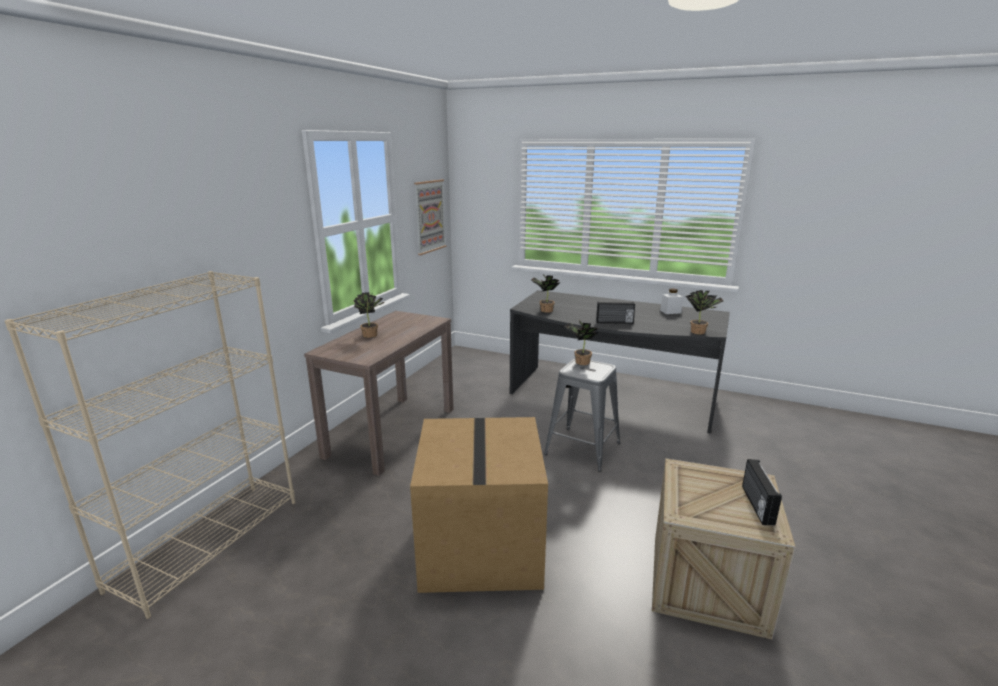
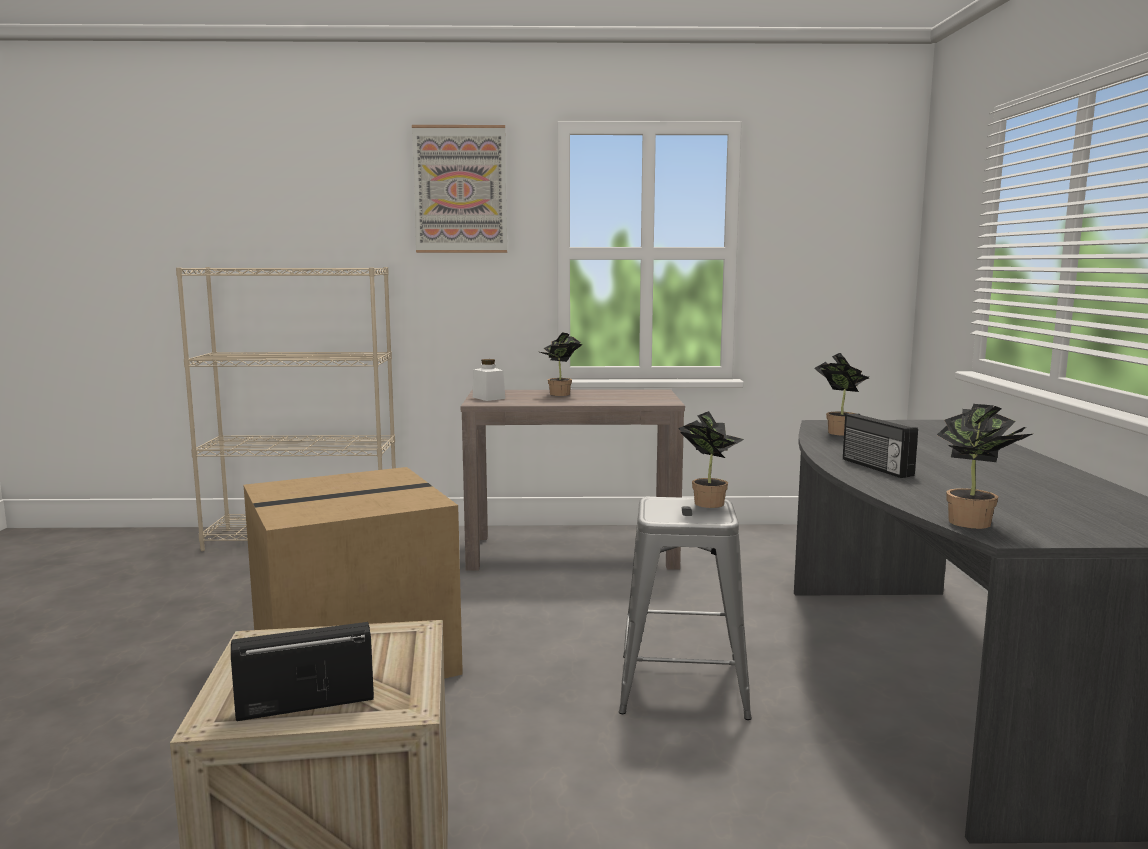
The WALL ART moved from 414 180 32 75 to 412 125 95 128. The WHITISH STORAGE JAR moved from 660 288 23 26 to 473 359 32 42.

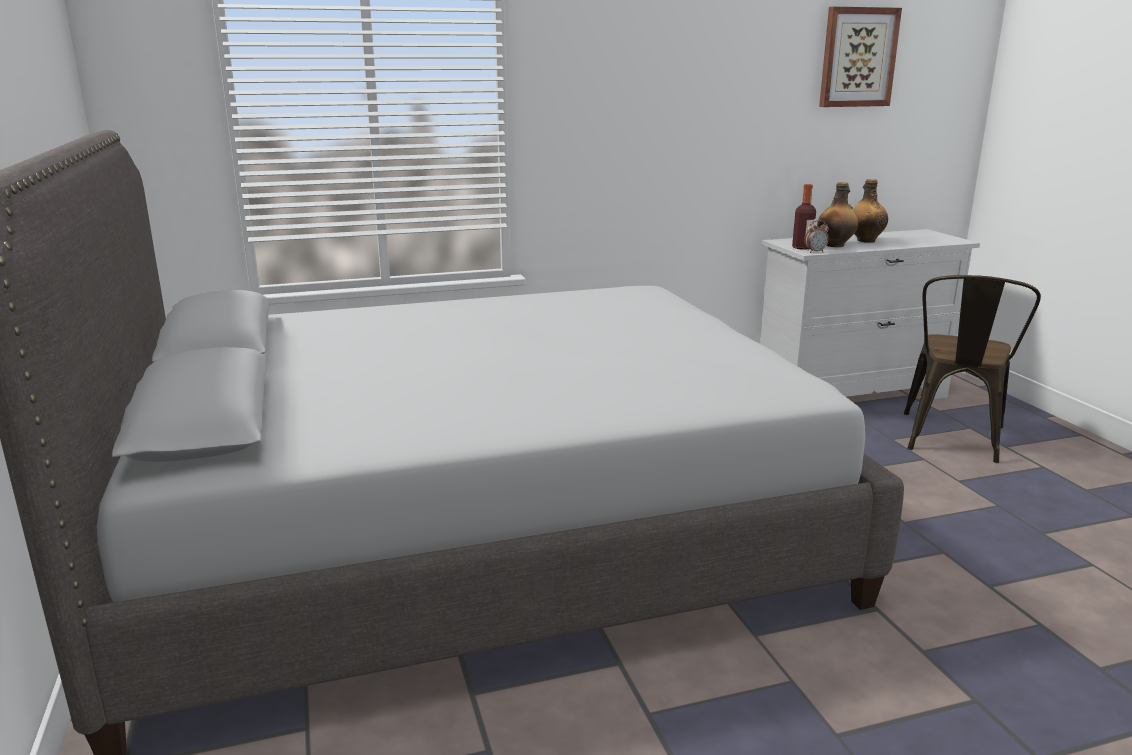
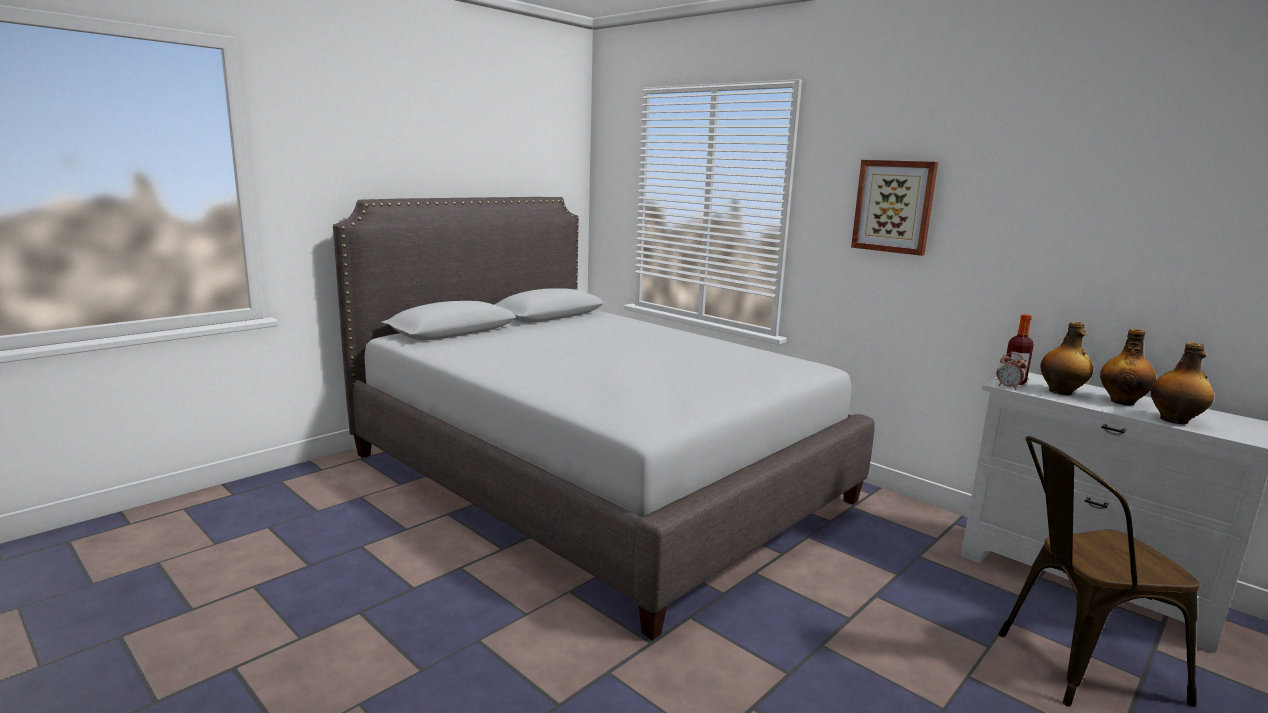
The WALL ART moved from 819 7 83 100 to 851 160 87 96. The BOTTLE at 1151 342 63 82 appeared.

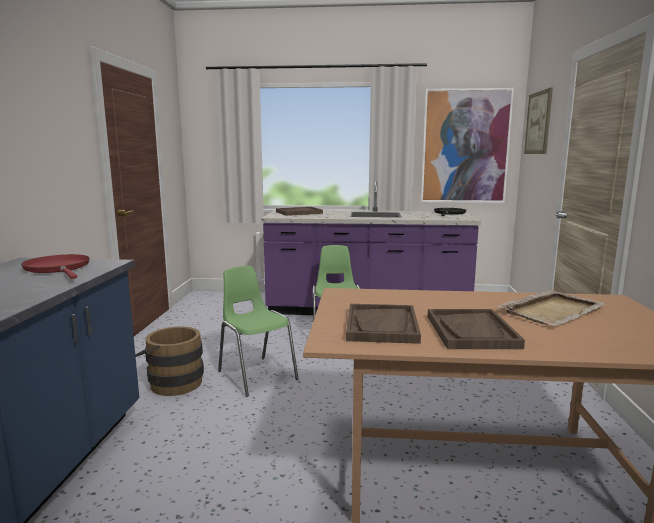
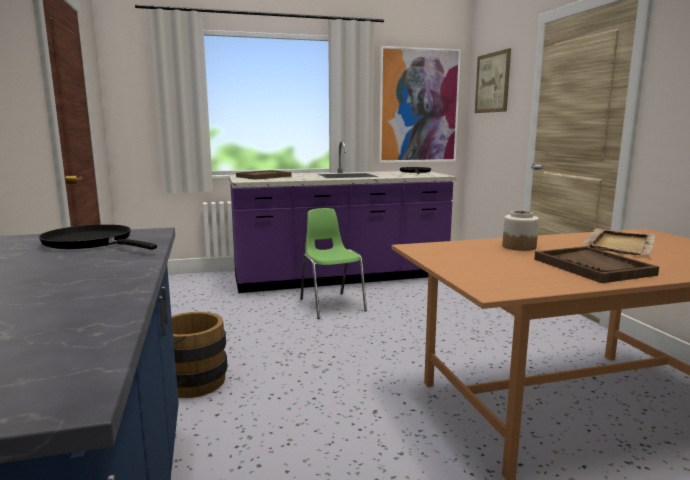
The REDDISH PAN at 21 254 69 25 became the BLACKISH PAN at 39 224 118 26. The GREEN-COLOURED PLAIN CHAIR at 218 266 81 131 disappeared. The BROWN SERVING TRAY at 346 304 75 40 disappeared. The STORAGE JAR at 502 211 37 40 appeared.

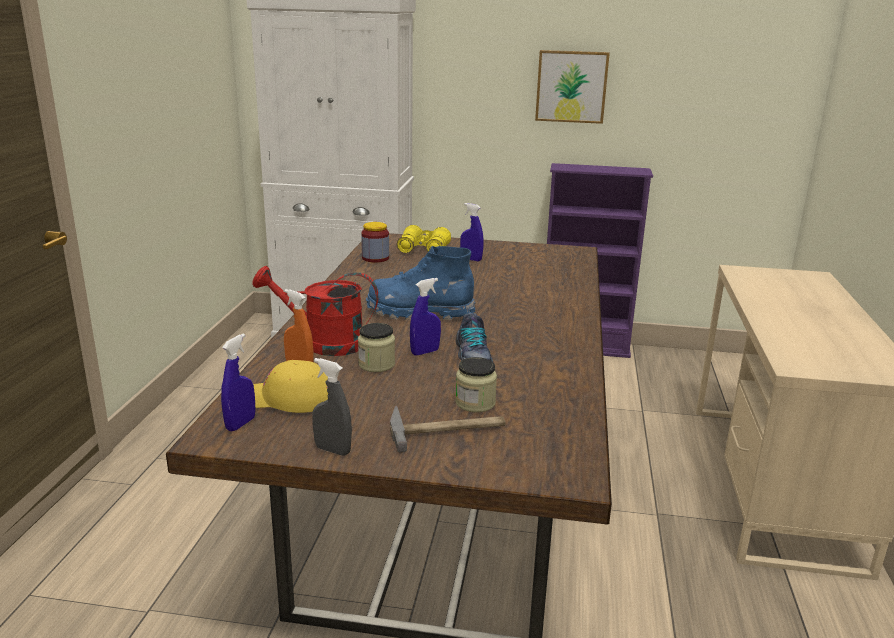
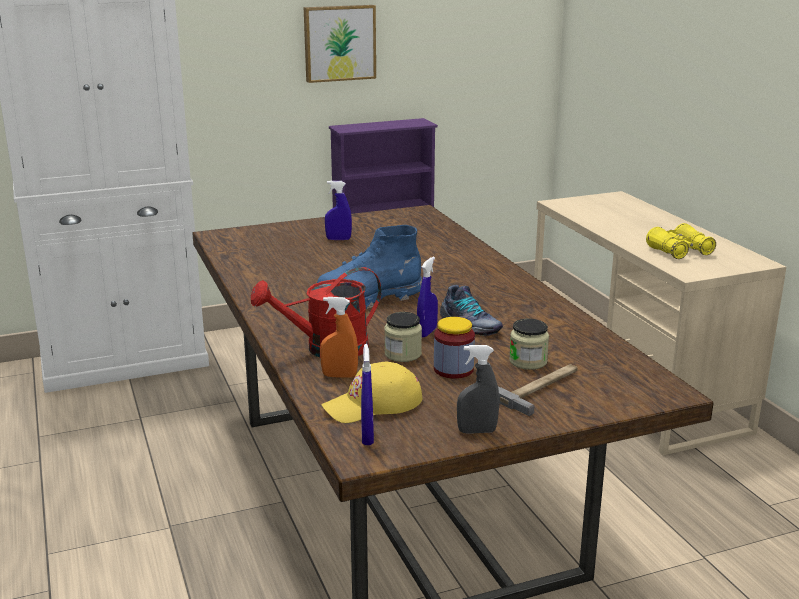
The STORAGE JAR moved from 361 222 28 41 to 434 317 41 62. The YELLOWISH PAIR OF BINOCULARS moved from 397 225 54 28 to 646 223 70 36.

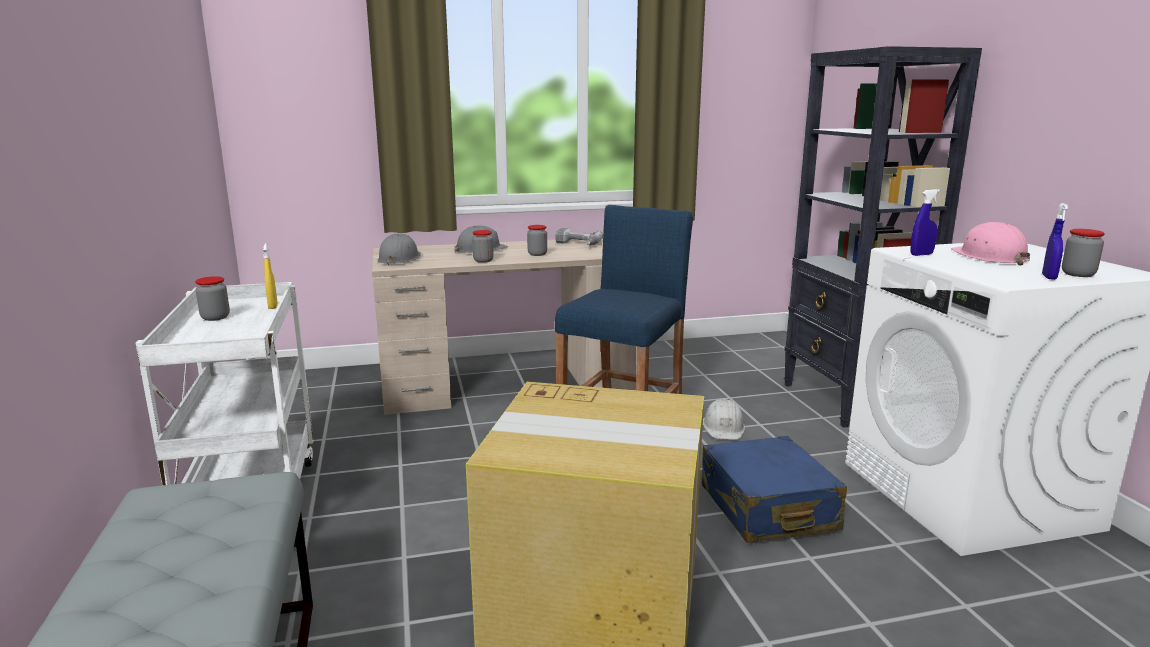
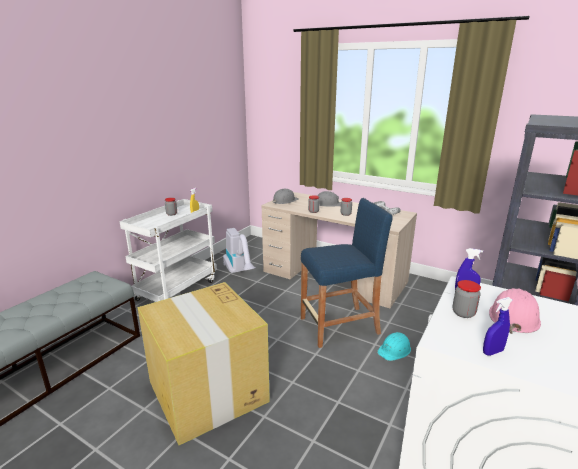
The BLUE TRAVEL CASE at 702 436 145 107 disappeared. The WHITISH WORK HELMET at 703 399 42 41 became the TURQUOISE-COLOURED WORK HELMET at 377 332 34 29. The STORAGE JAR moved from 1062 229 43 48 to 452 280 29 38. The VACUUM at 223 228 33 46 appeared.

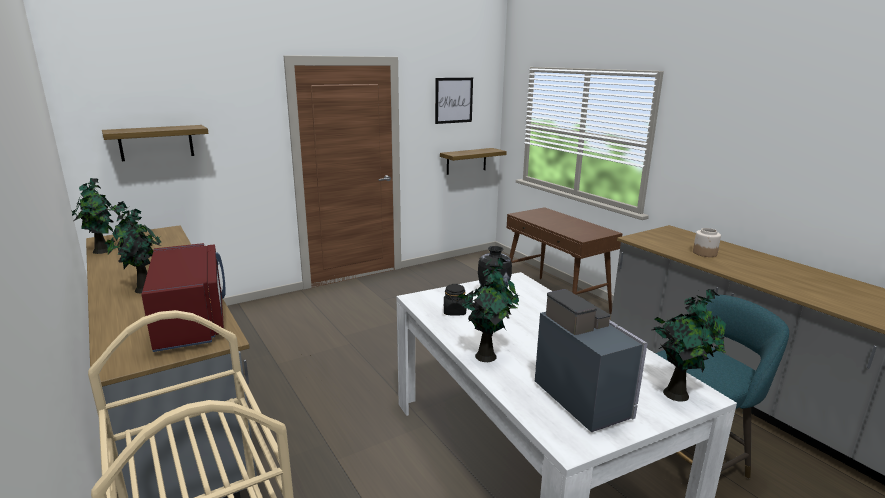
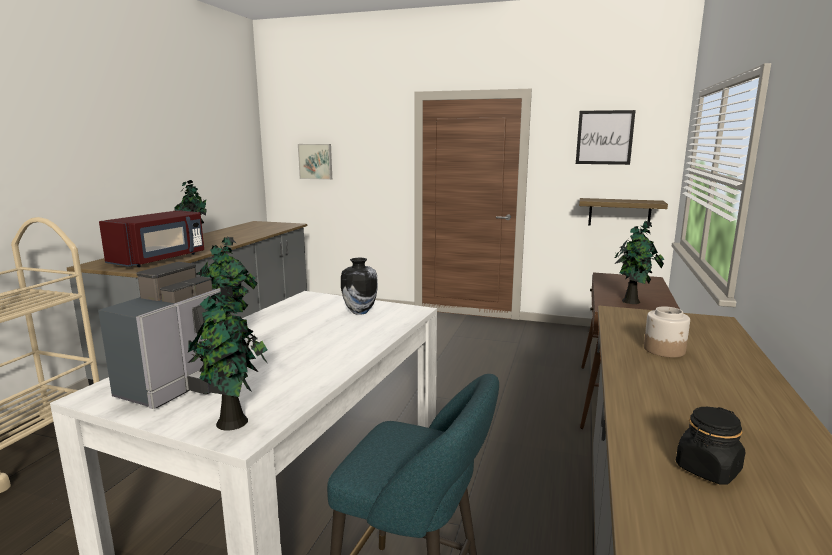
The HOUSEPLANT moved from 71 178 49 76 to 615 220 50 84. The BRACKET SHELF at 102 125 107 36 was replaced by the WALL ART at 298 144 34 36. The BLACKISH STORAGE JAR moved from 444 284 22 32 to 676 407 69 78.

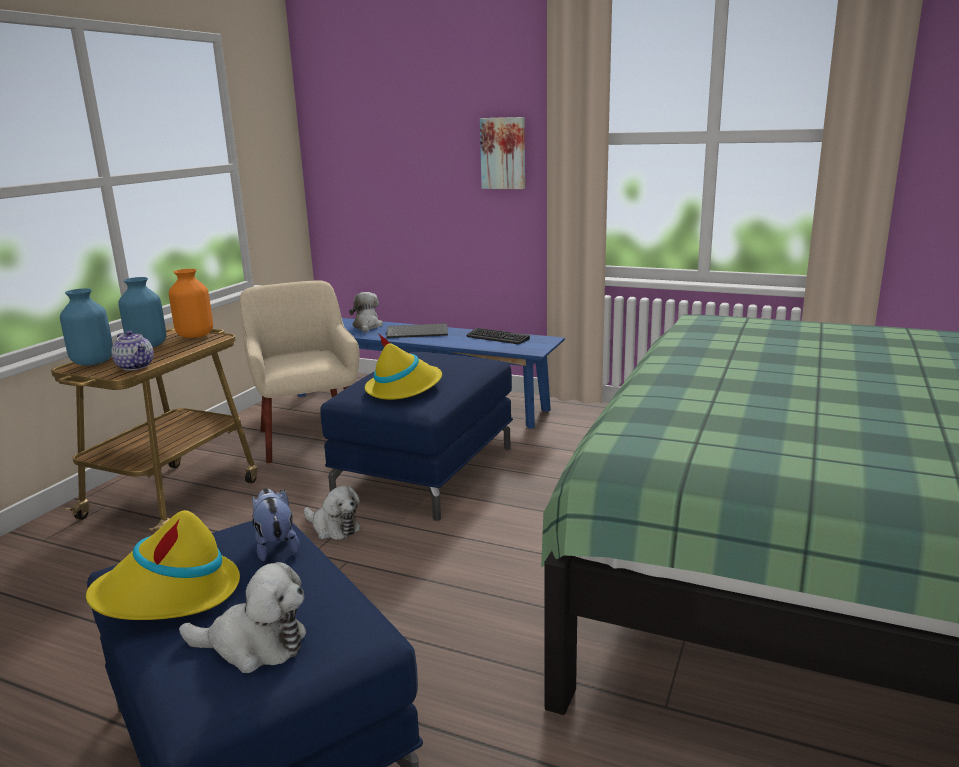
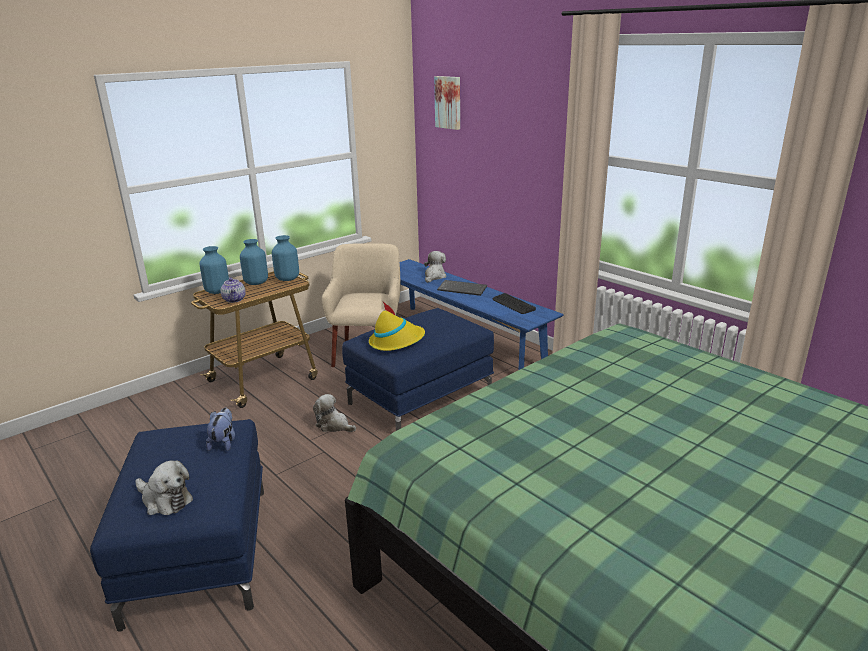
The YELLOWISH WEARABLE HAT at 86 510 154 110 disappeared. The ORANGEY DECORATIVE VASE at 169 269 44 69 became the BLUE DECORATIVE VASE at 272 235 27 46. The CUDDLY TOY at 304 486 57 54 turned 150 degrees clockwise. The WALL ART moved from 480 117 45 72 to 434 76 26 54.

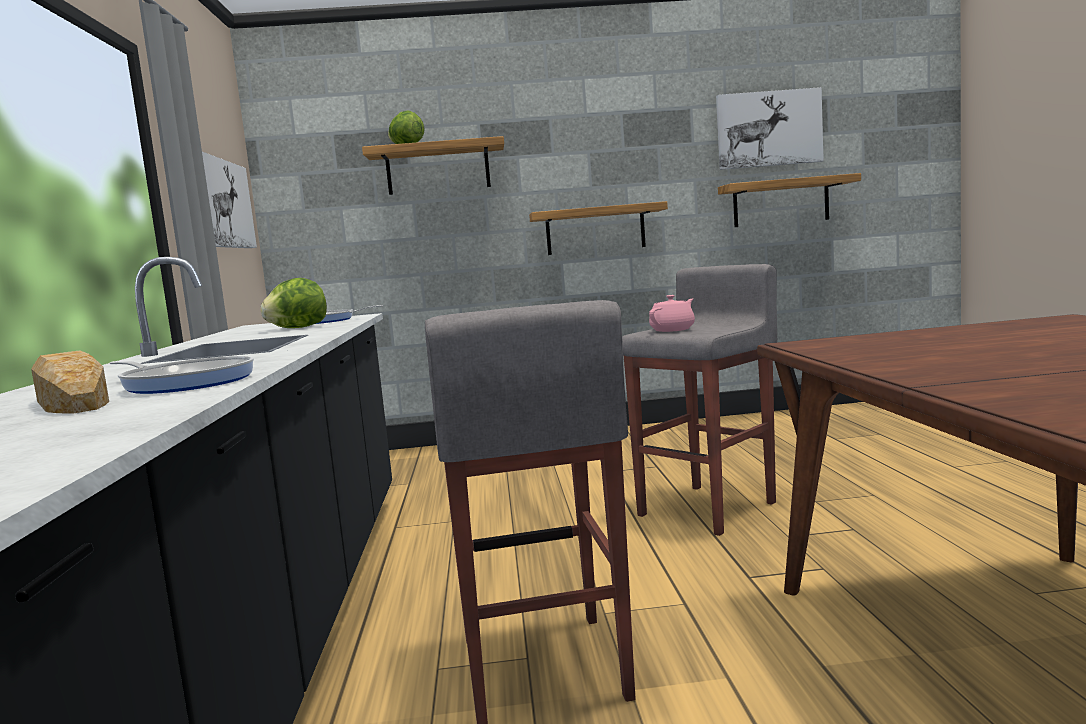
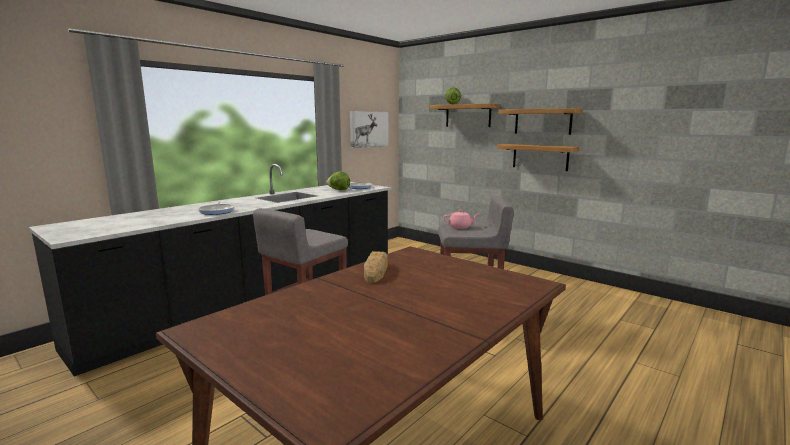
The BREAD moved from 31 350 78 63 to 364 251 24 32. The WALL ART at 716 87 108 83 disappeared. The BRACKET SHELF moved from 718 173 143 54 to 498 108 85 27.

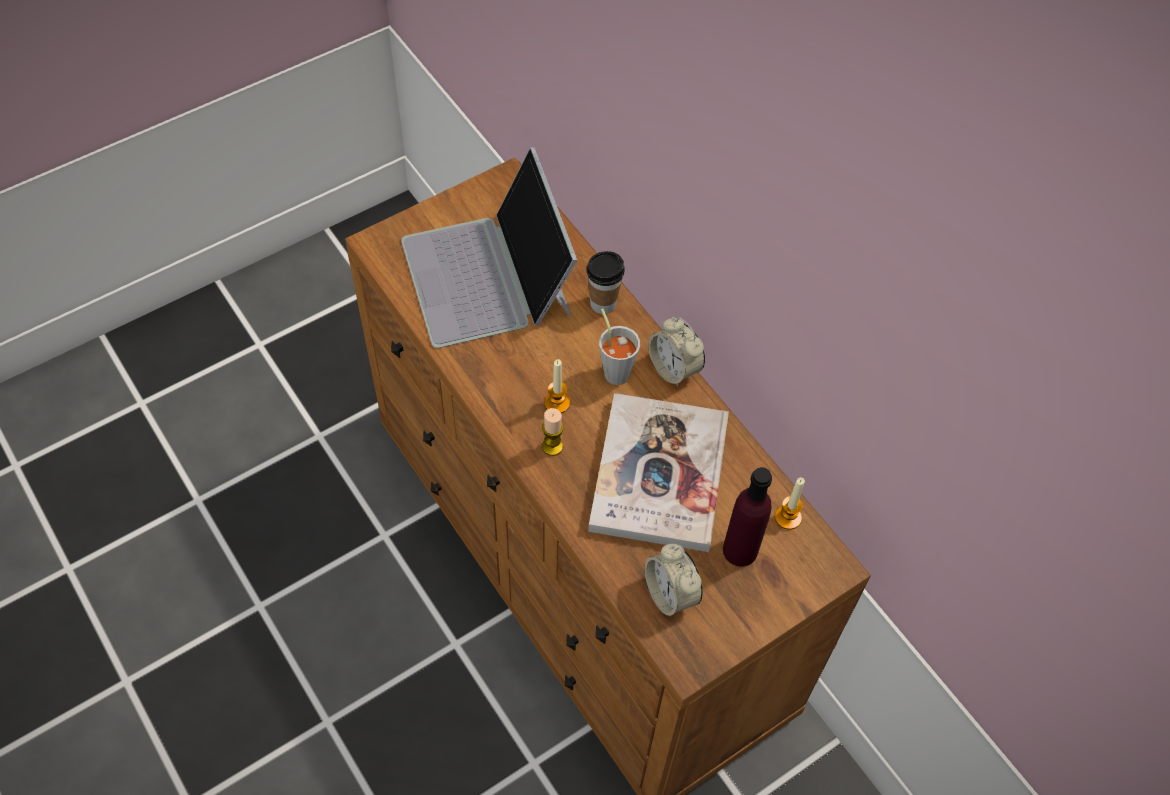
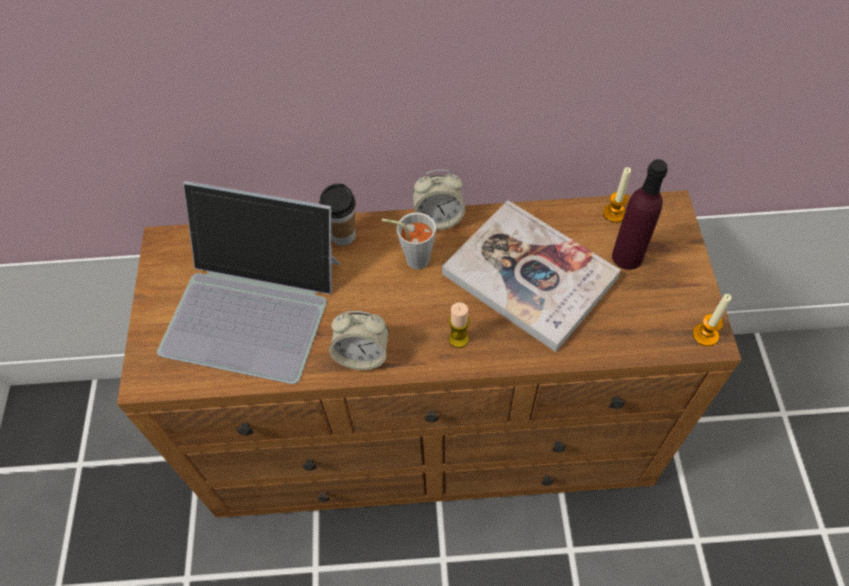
The WAX LIGHT moved from 544 359 26 54 to 693 294 39 52. The BEDSIDE CLOCK moved from 645 544 58 73 to 329 311 60 59.

